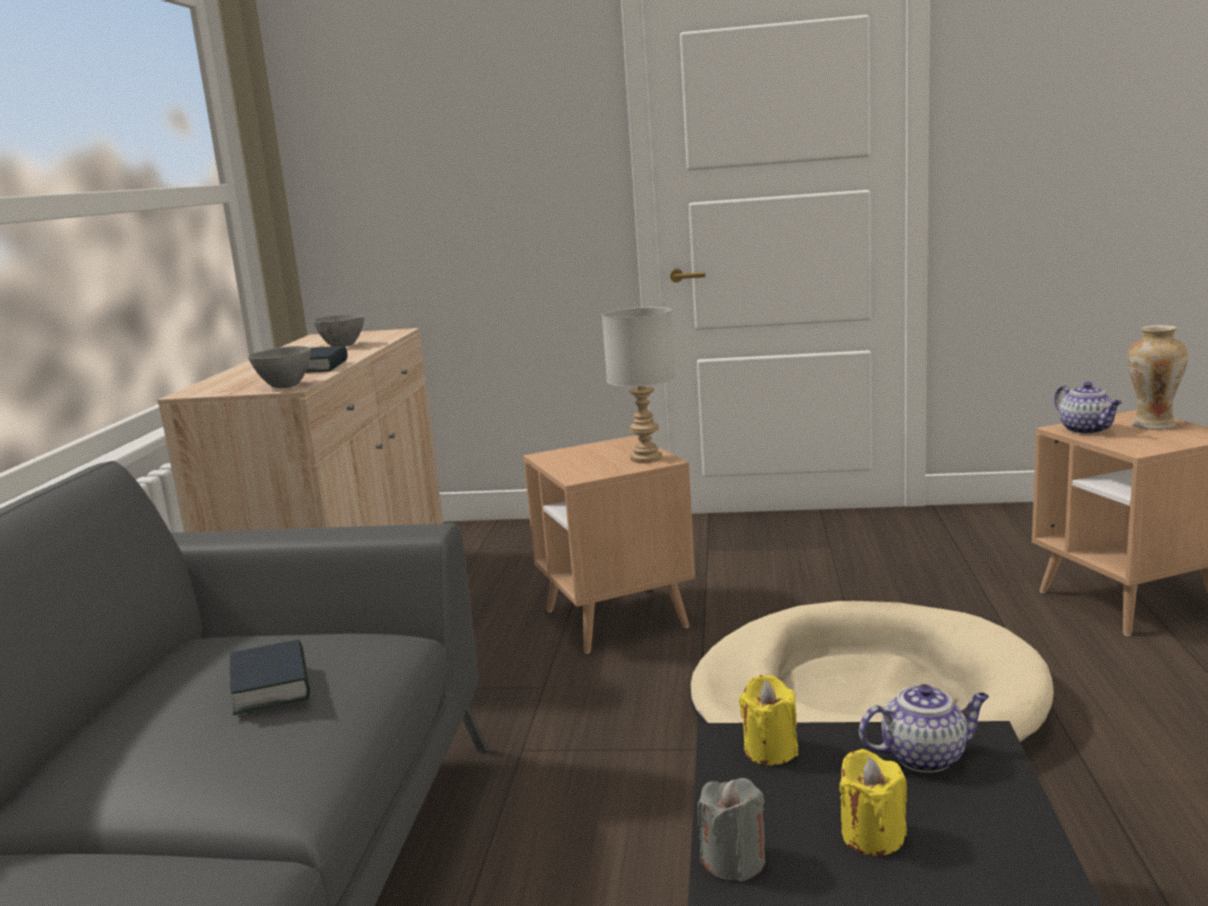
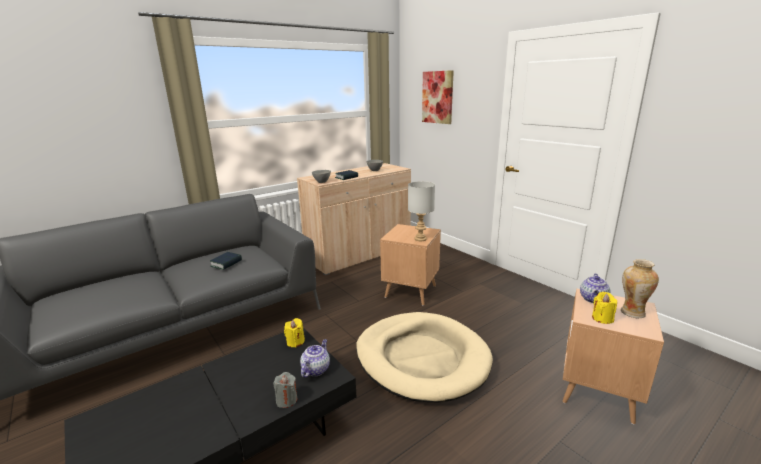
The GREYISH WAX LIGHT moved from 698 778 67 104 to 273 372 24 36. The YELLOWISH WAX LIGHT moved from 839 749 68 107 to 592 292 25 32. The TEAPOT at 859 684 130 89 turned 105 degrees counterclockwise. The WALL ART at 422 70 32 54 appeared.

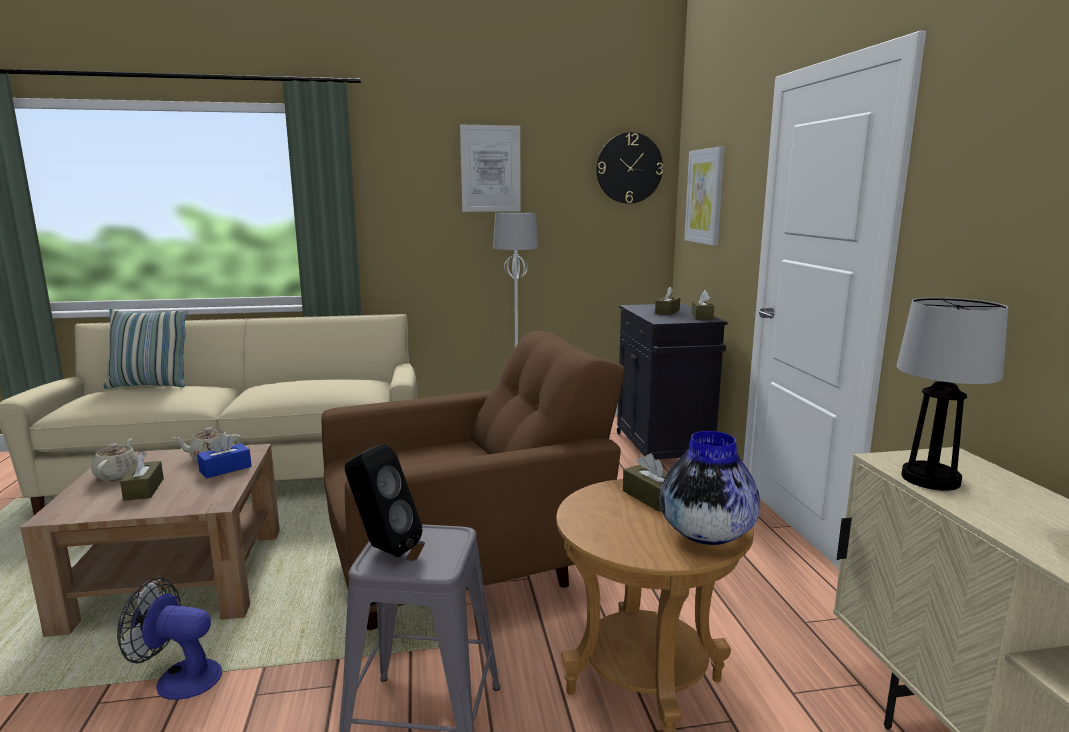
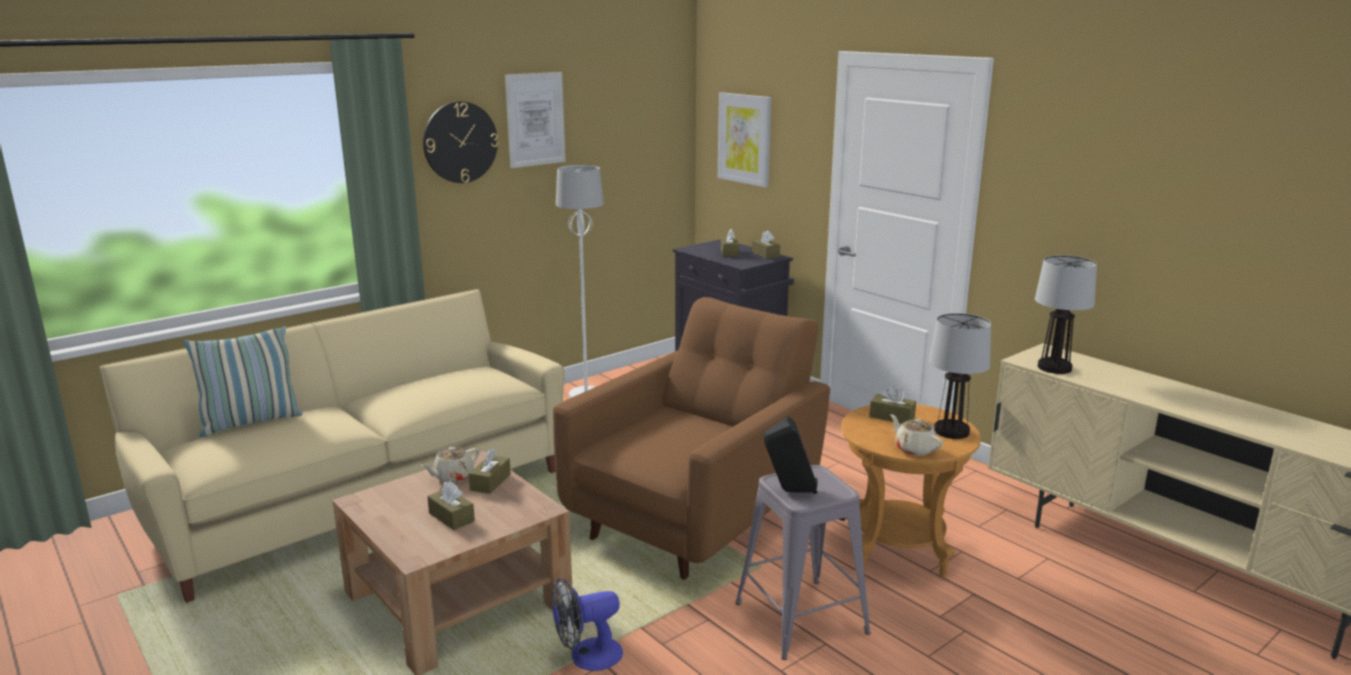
The SAND-COLOURED TEAPOT moved from 92 438 46 43 to 890 414 53 42. The BLUE TISSUE HOLDER at 197 435 55 43 became the BROWN TISSUE HOLDER at 469 449 42 45. The CLOCK ON THE WALL moved from 596 132 67 72 to 423 101 76 82. The DECORATIVE VASE at 660 431 100 114 was replaced by the TABLETOP LAMP at 929 313 62 126.

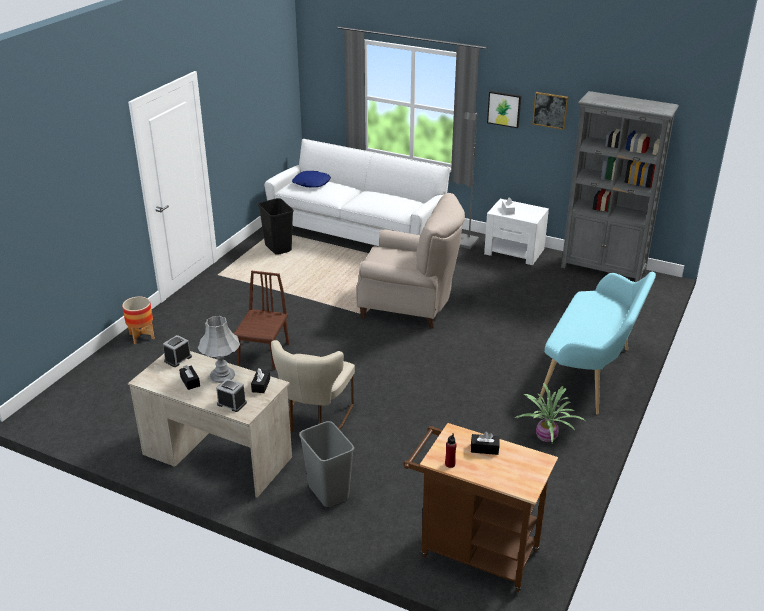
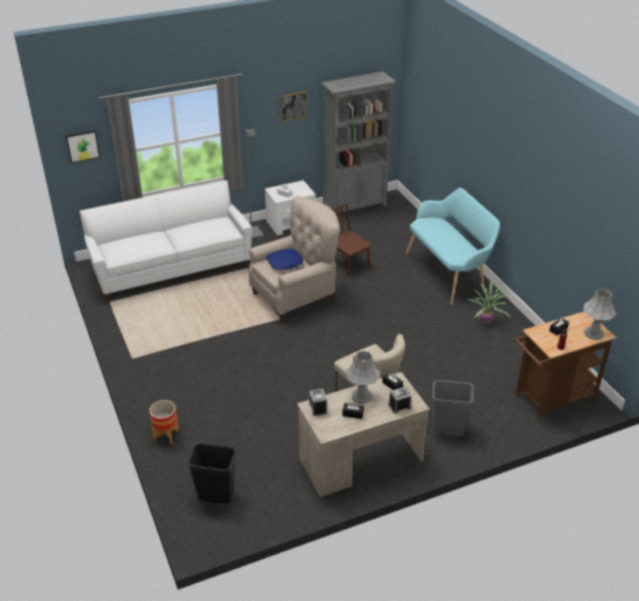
The BROWN PLAIN CHAIR moved from 234 271 55 99 to 332 203 40 74. The BLACKISH RUBBISH BIN moved from 258 198 36 57 to 188 443 48 61. The BLUE PILLOW moved from 292 171 39 17 to 267 249 36 21. The WALL ART moved from 487 91 34 37 to 65 130 35 33. The GREYISH TABLETOP LAMP at 583 288 34 52 appeared.

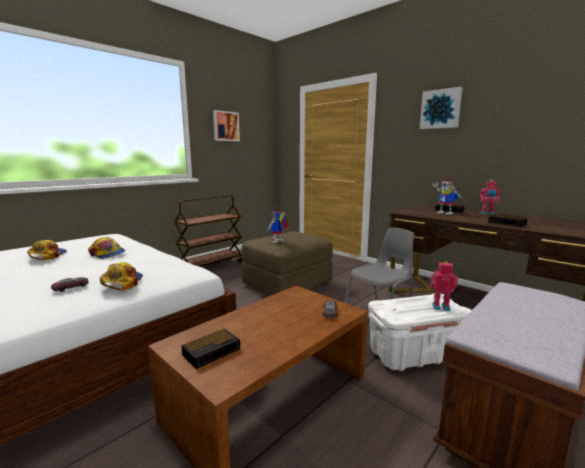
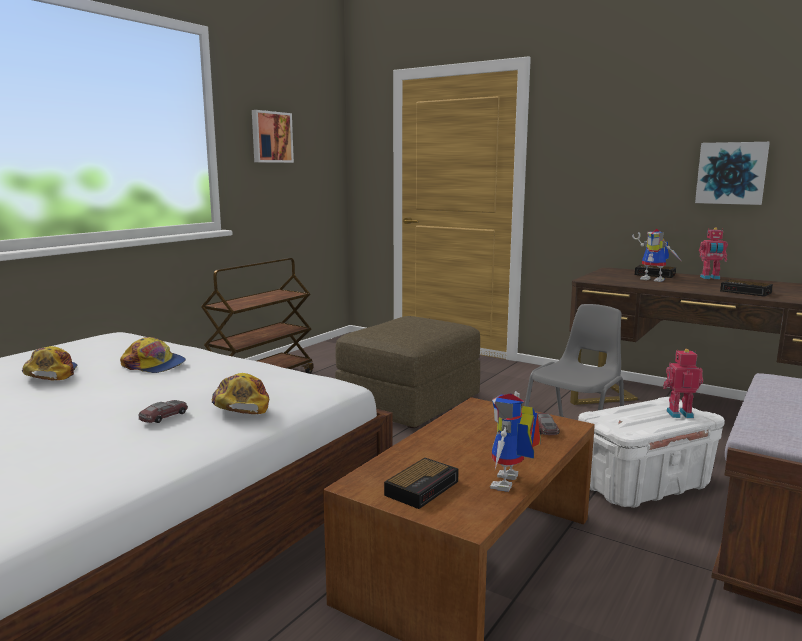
The ROBOT FIGURE moved from 267 210 22 33 to 490 391 51 101. The WALL ART moved from 420 87 43 42 to 695 142 75 63.

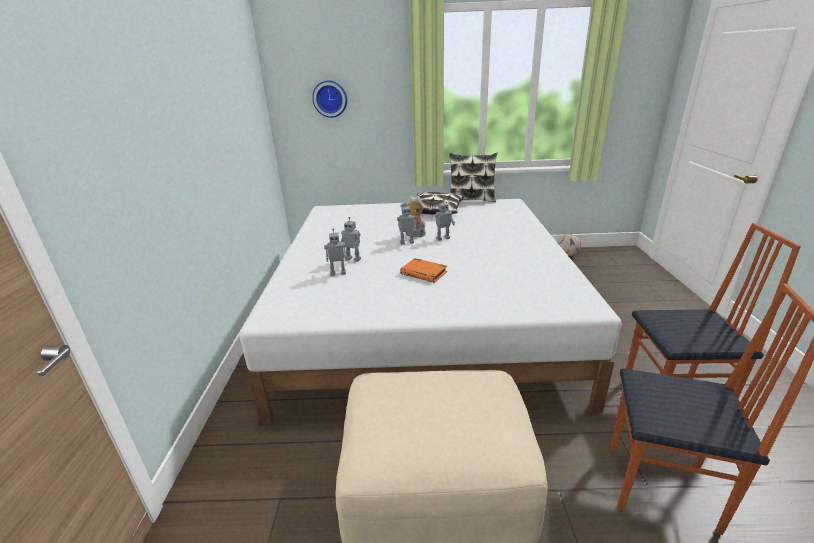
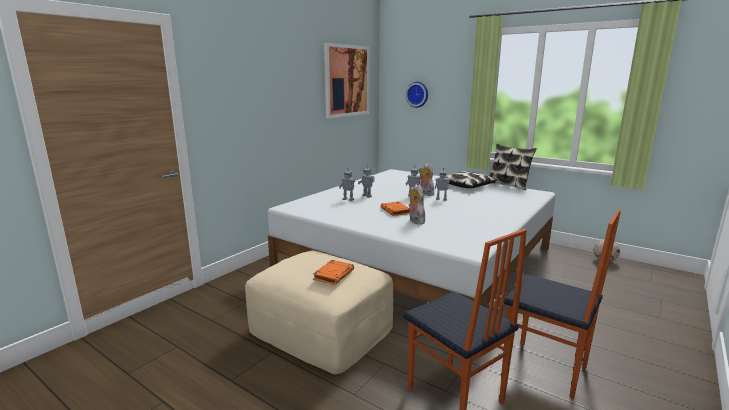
The ORANGEY BOUND BOOK at 313 260 41 25 appeared. The WALL ART at 324 43 45 75 appeared. The CUDDLY TOY at 409 184 16 40 appeared.

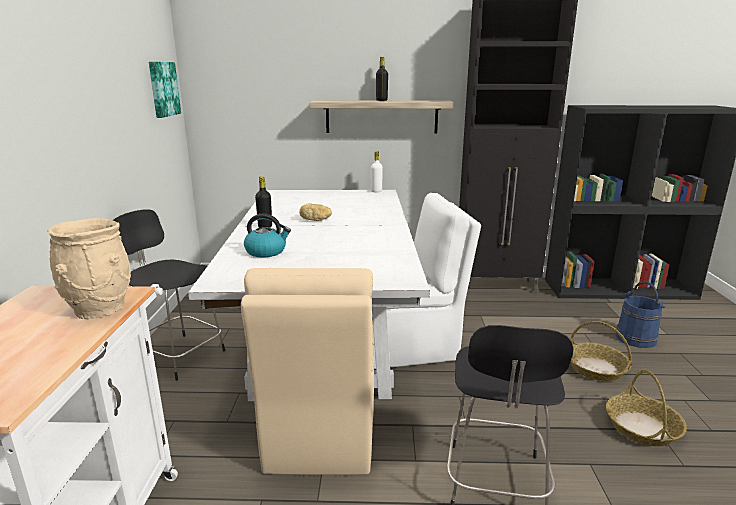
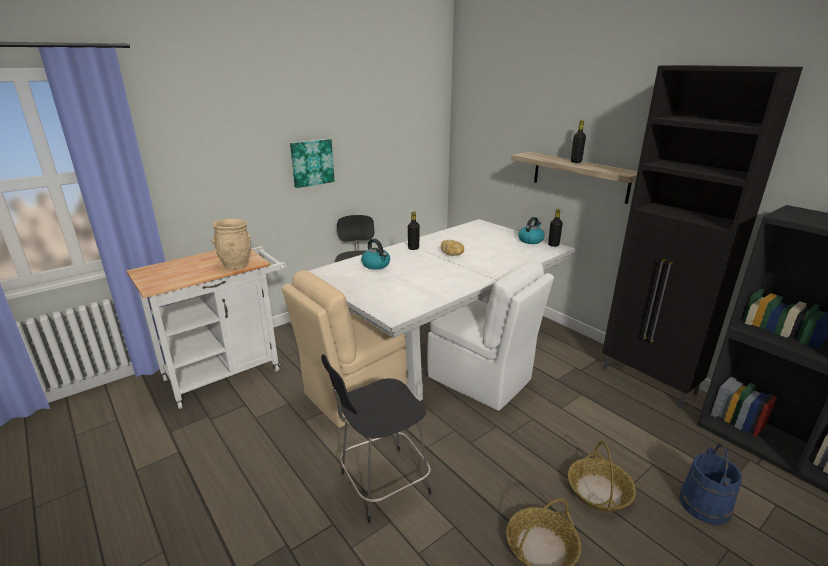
The WALL ART moved from 149 62 32 56 to 290 139 44 49. The WHITISH BOTTLE at 371 151 12 41 became the BLACKISH BOTTLE at 548 209 15 38. The KETTLE at 518 217 26 27 appeared.

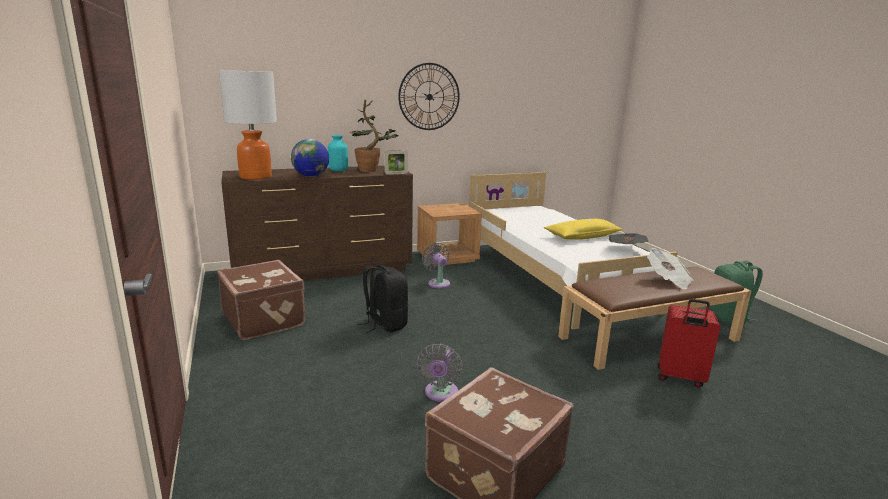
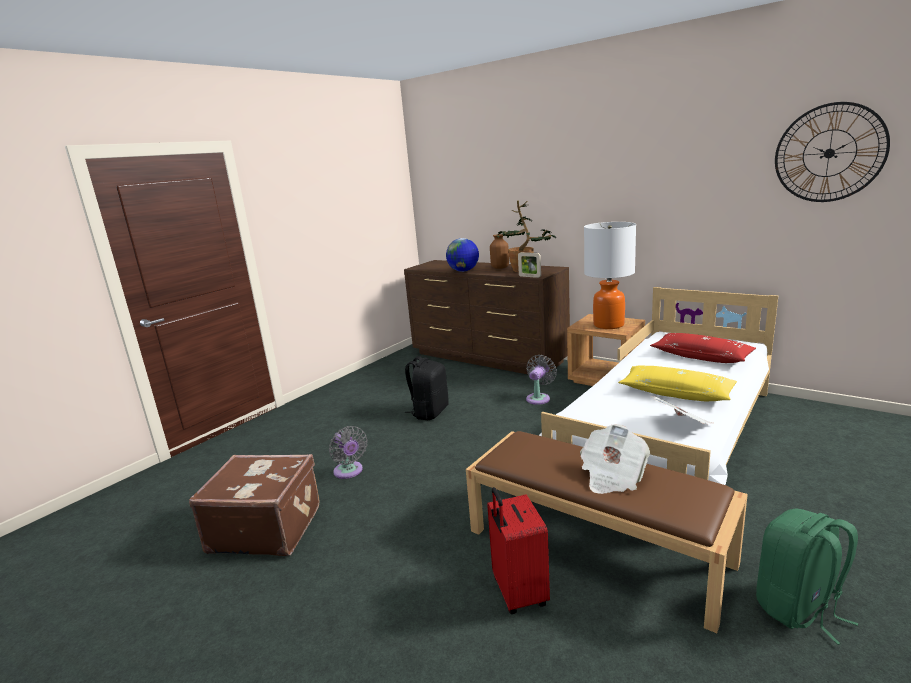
The BROWN TRAVEL CASE at 217 260 89 80 disappeared. The TABLETOP LAMP moved from 219 70 58 110 to 584 222 52 107. The TURQUOISE-COLOURED DECORATIVE VASE at 328 135 20 37 became the BROWN DECORATIVE VASE at 490 234 19 35. The CLOCK ON THE WALL moved from 398 63 62 67 to 775 102 115 100. The GREYISH ELECTRIC FAN at 416 344 47 58 turned 105 degrees counterclockwise. The REDDISH PILLOW at 650 333 106 30 appeared.

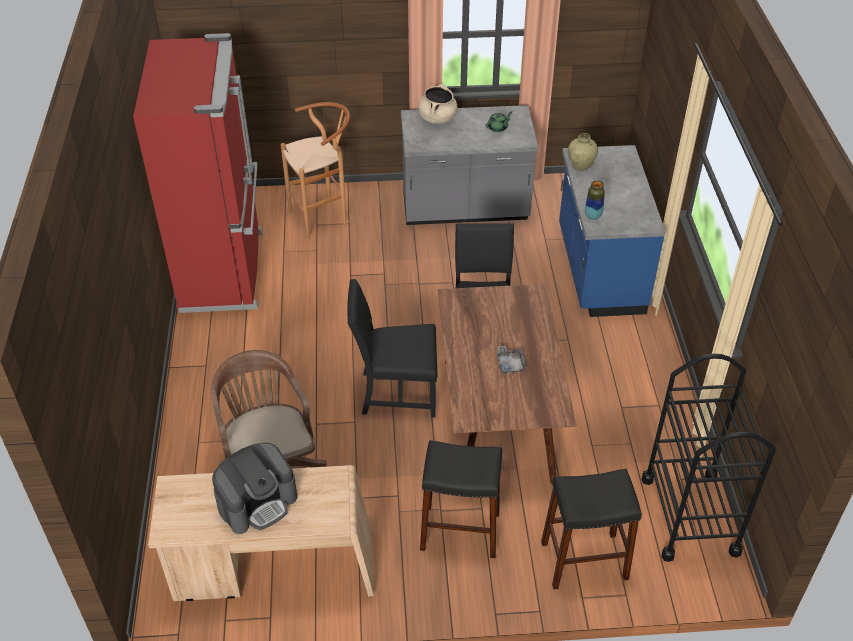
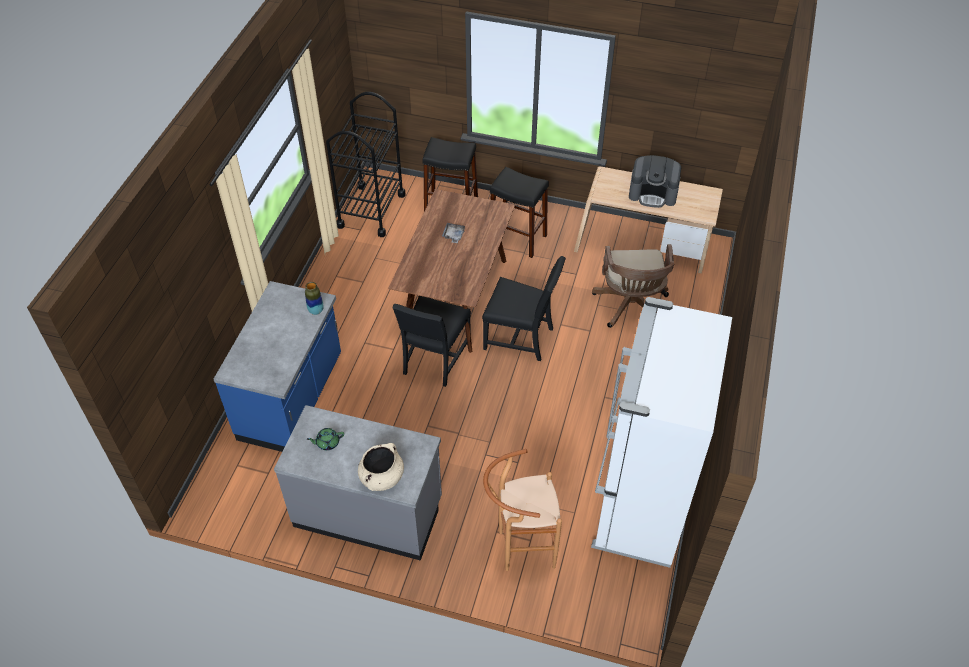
The REDDISH KITCHEN FRIDGE at 133 33 129 280 became the WHITISH KITCHEN FRIDGE at 591 297 141 271. The COFFEE BREWER at 212 443 85 91 turned 150 degrees counterclockwise. The SAND-COLOURED DECORATIVE VASE at 568 133 30 38 disappeared.

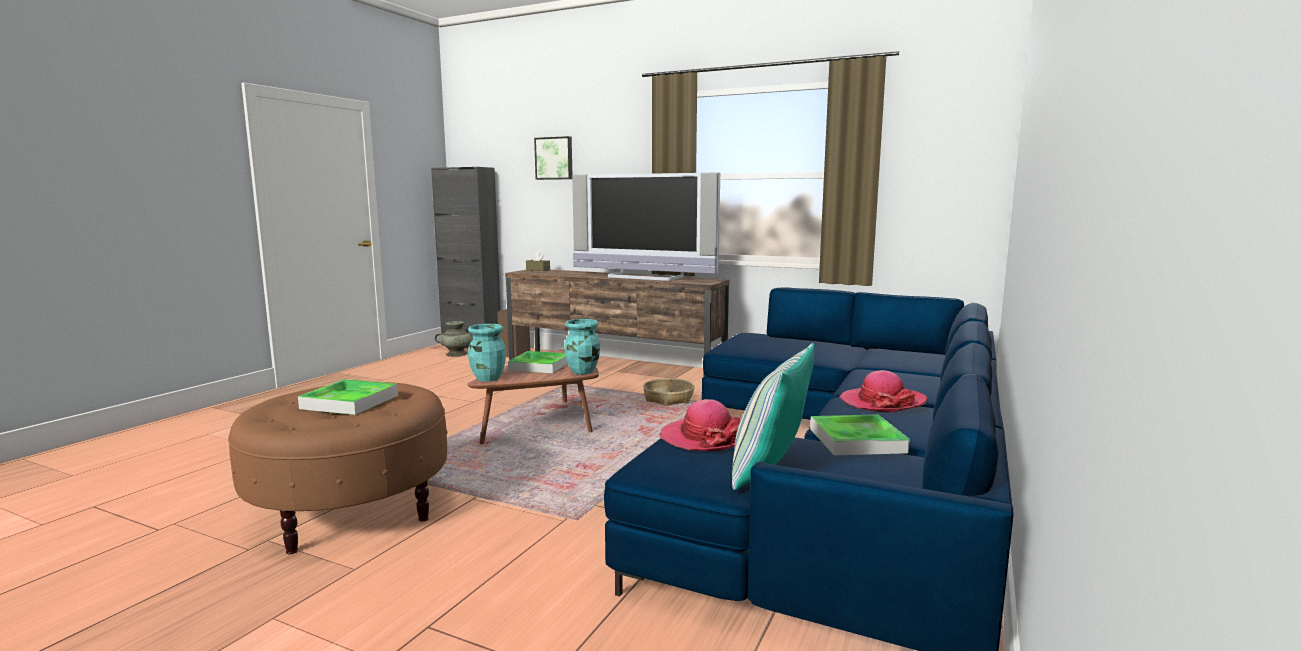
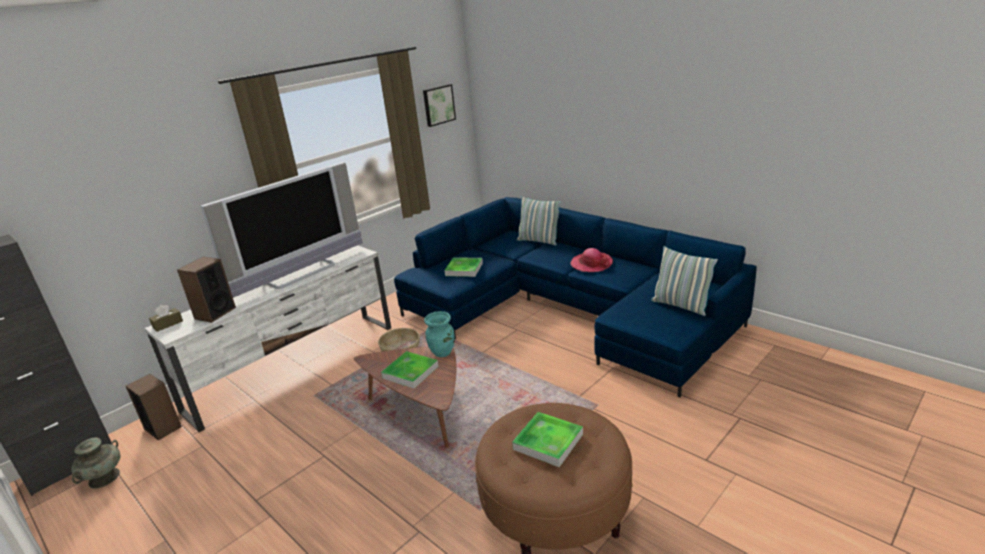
The TURQUOISE-COLOURED DECORATIVE VASE at 468 324 38 58 disappeared. The BROWN TV UNIT at 505 270 225 106 became the WHITISH TV UNIT at 145 245 246 187. The WALL ART moved from 534 136 38 44 to 423 84 33 43. The WEARABLE HAT at 660 399 81 52 disappeared. The SERVING TRAY moved from 810 414 100 41 to 444 257 39 20. The AUDIO SPEAKER at 177 257 59 66 appeared. The PILLOW at 517 196 44 49 appeared.

